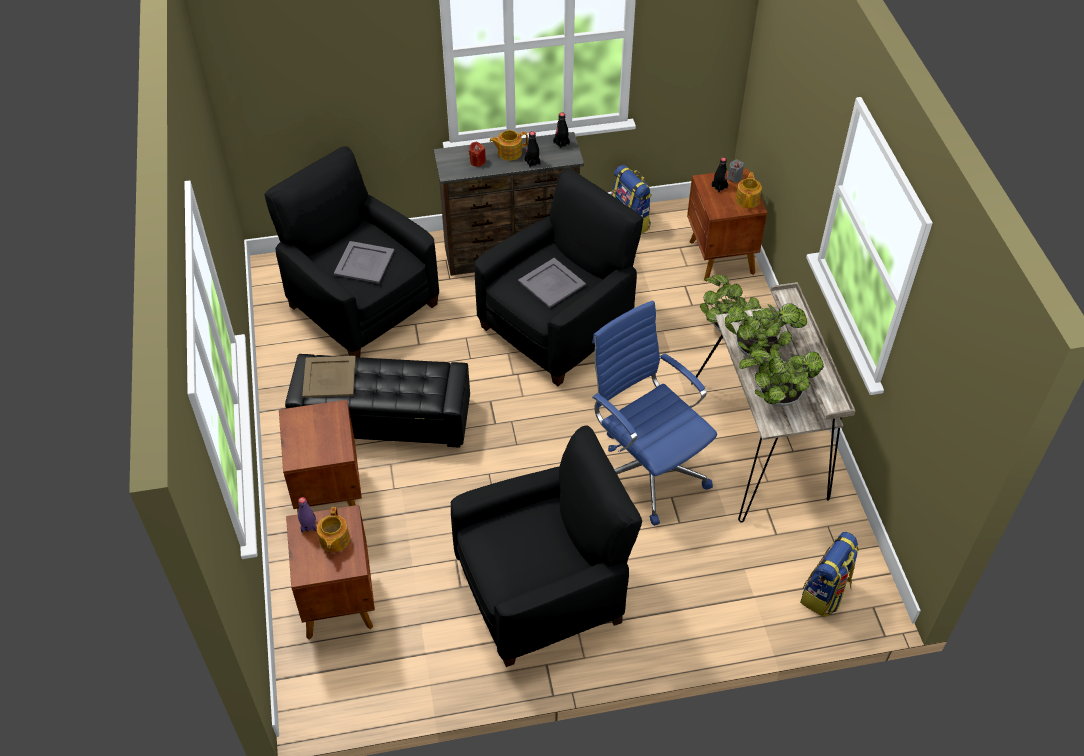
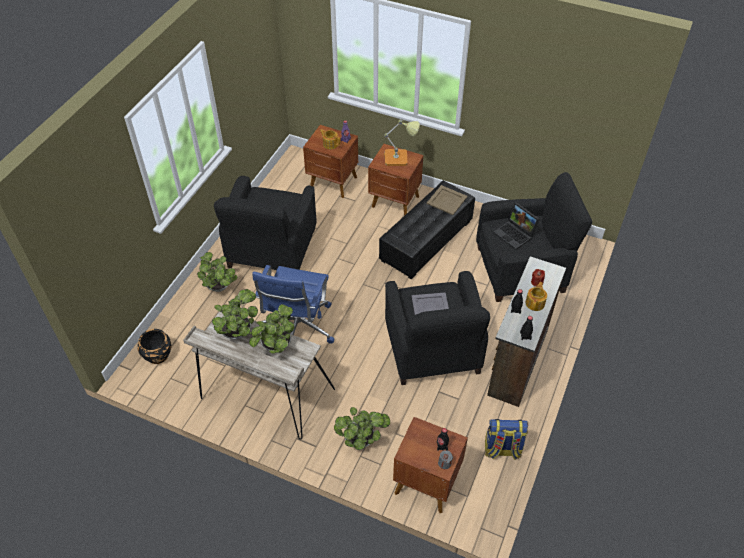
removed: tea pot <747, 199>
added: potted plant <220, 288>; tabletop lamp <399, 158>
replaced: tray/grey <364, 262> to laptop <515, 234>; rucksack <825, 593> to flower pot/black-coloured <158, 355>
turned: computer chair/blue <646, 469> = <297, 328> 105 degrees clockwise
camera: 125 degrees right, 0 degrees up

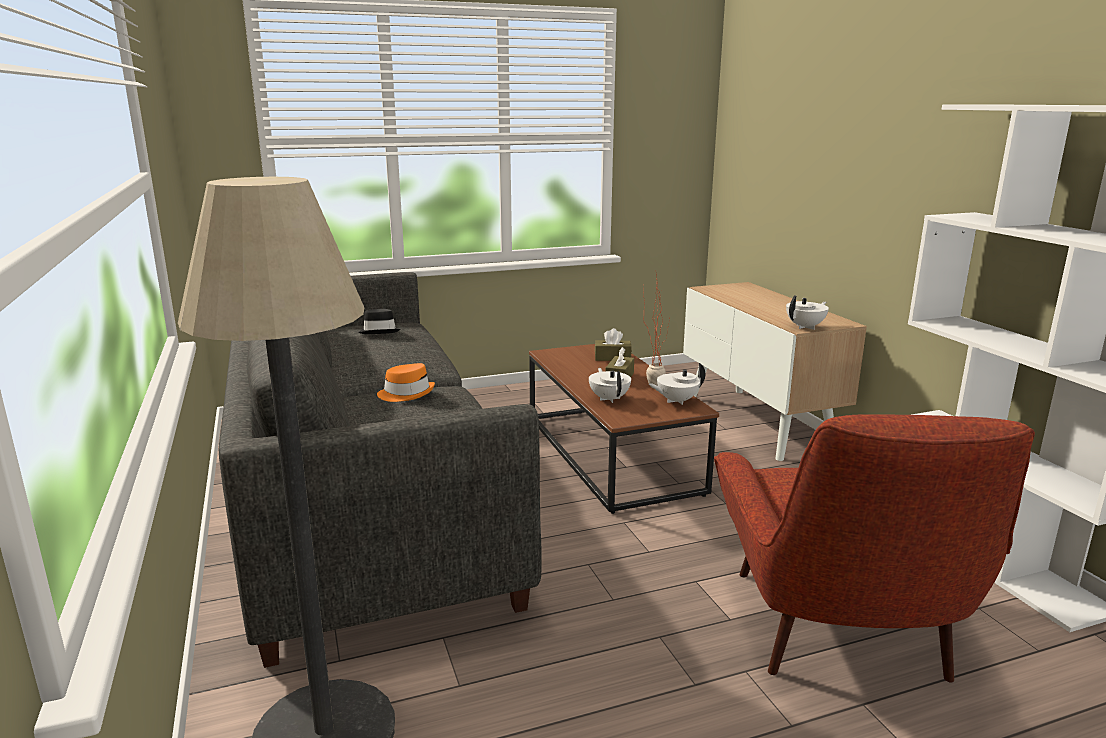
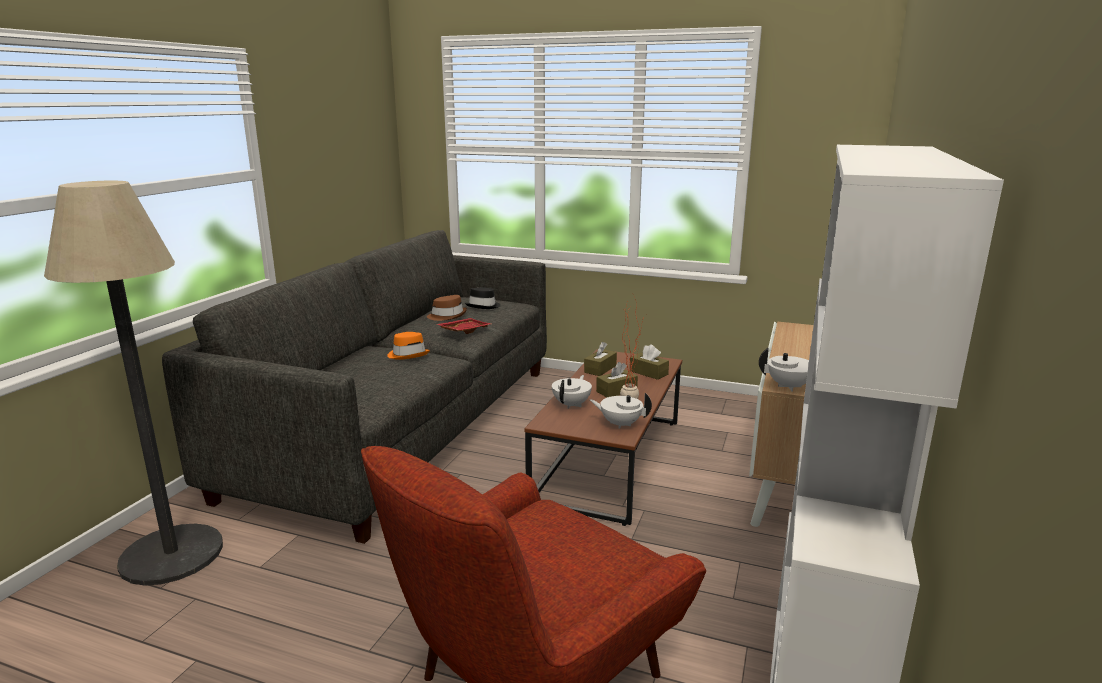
added: clothing hat/brown-coloured <447, 316>; tray/red-coloured <464, 331>; box of tissues/brown-coloured <600, 369>
camera: 40 degrees right, 0 degrees up

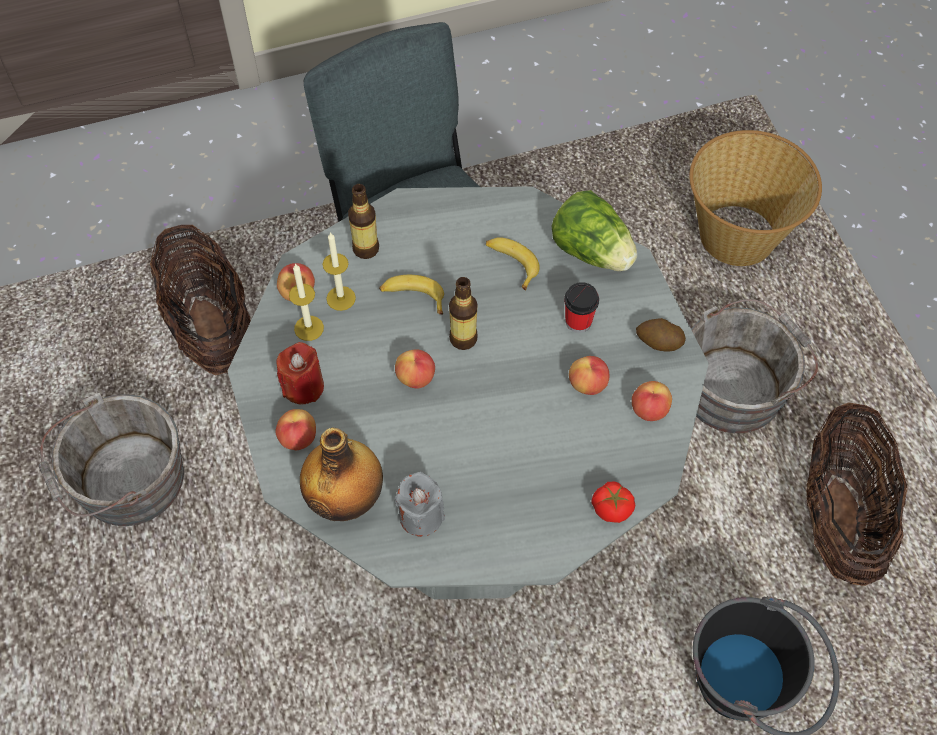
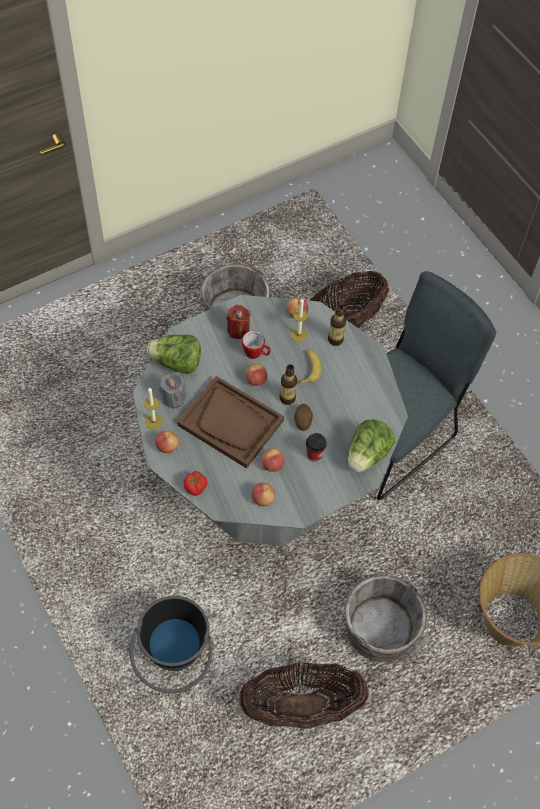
removed: banana fruit <511, 263>
added: tray/brown-coloured <231, 423>; mug <256, 353>
moved: apple fruit <298, 439> to <167, 447>; wax candle <309, 328> to <153, 421>; potato <658, 342> to <302, 421>
replaced: bottle <346, 499> to lettuce head <176, 363>
camera: 75 degrees right, 0 degrees up

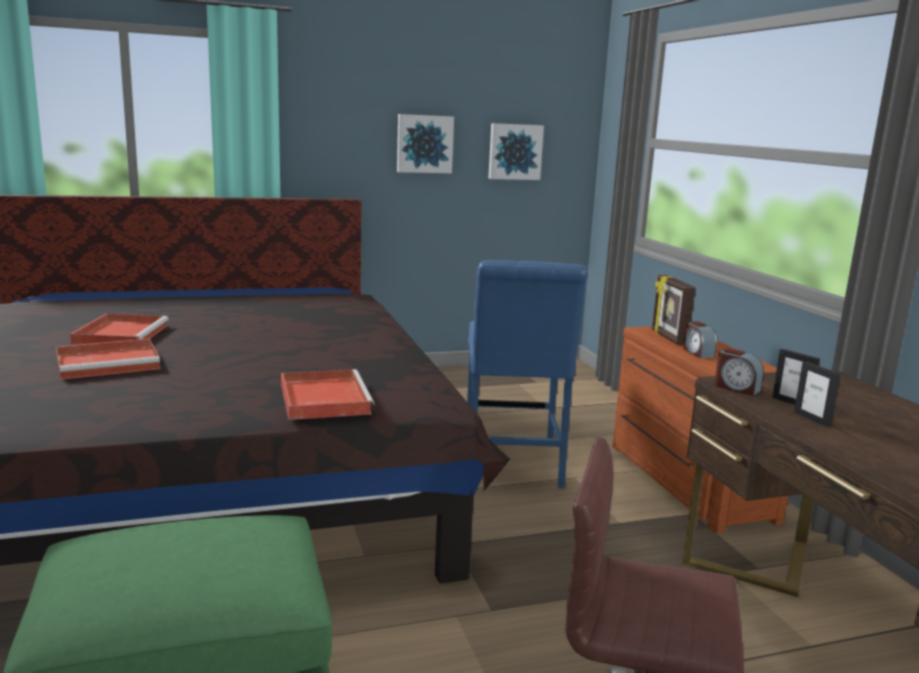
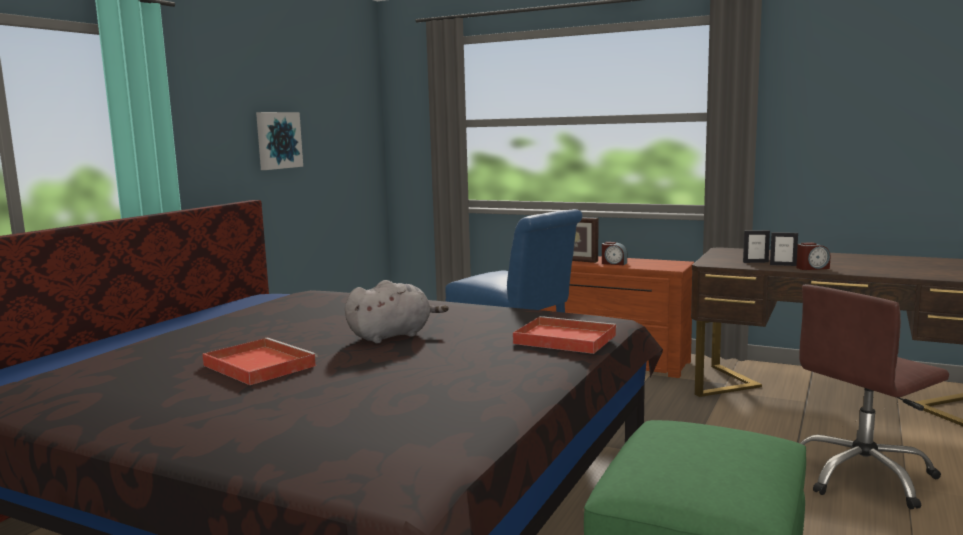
removed: tray/red-coloured <110, 363>; wall art <514, 151>
added: cuddly toy/grey <393, 335>
moved: alarm clock <736, 388> to <812, 268>
camera: 45 degrees left, 5 degrees down

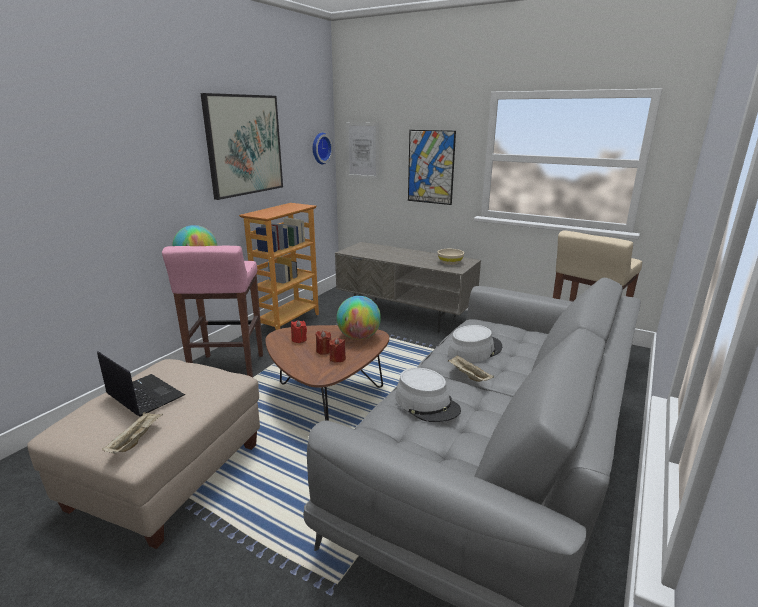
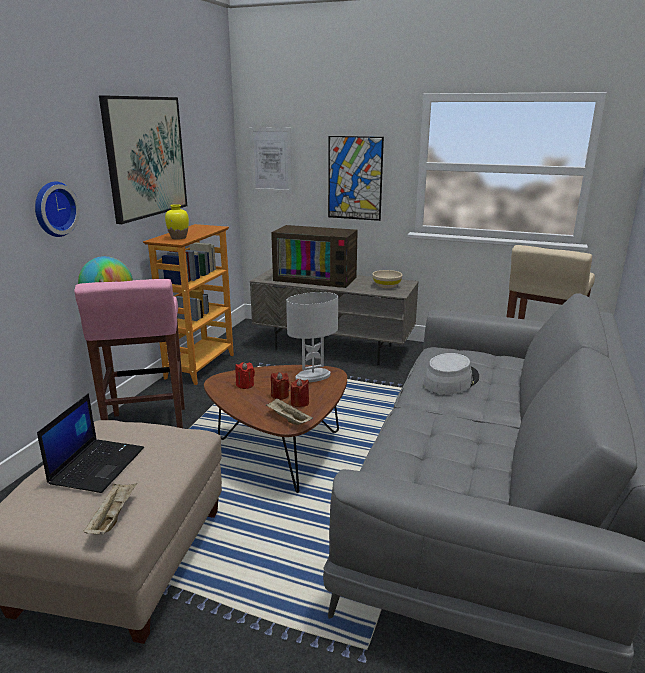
removed: clothing hat/grey <427, 403>
added: decorative vase/yellow-coloured <178, 238>; television <316, 278>
moved: hanging clock <320, 148> to <53, 209>; tray/sand-coloured <468, 376> to <288, 419>
replaced: desk globe <359, 337> to tabletop lamp/whitish <313, 377>
turned: laptop <144, 395> = <97, 465> 75 degrees clockwise
camera: 10 degrees left, 0 degrees up

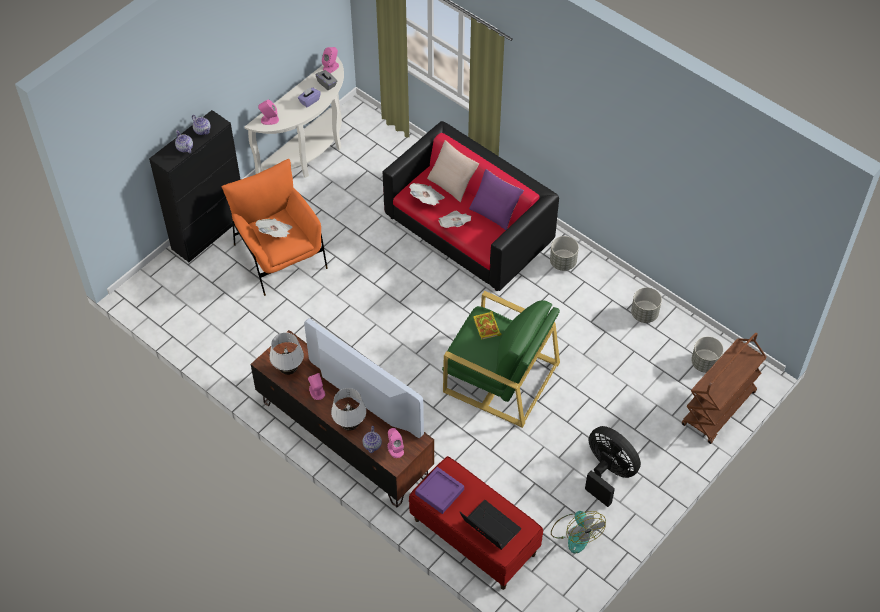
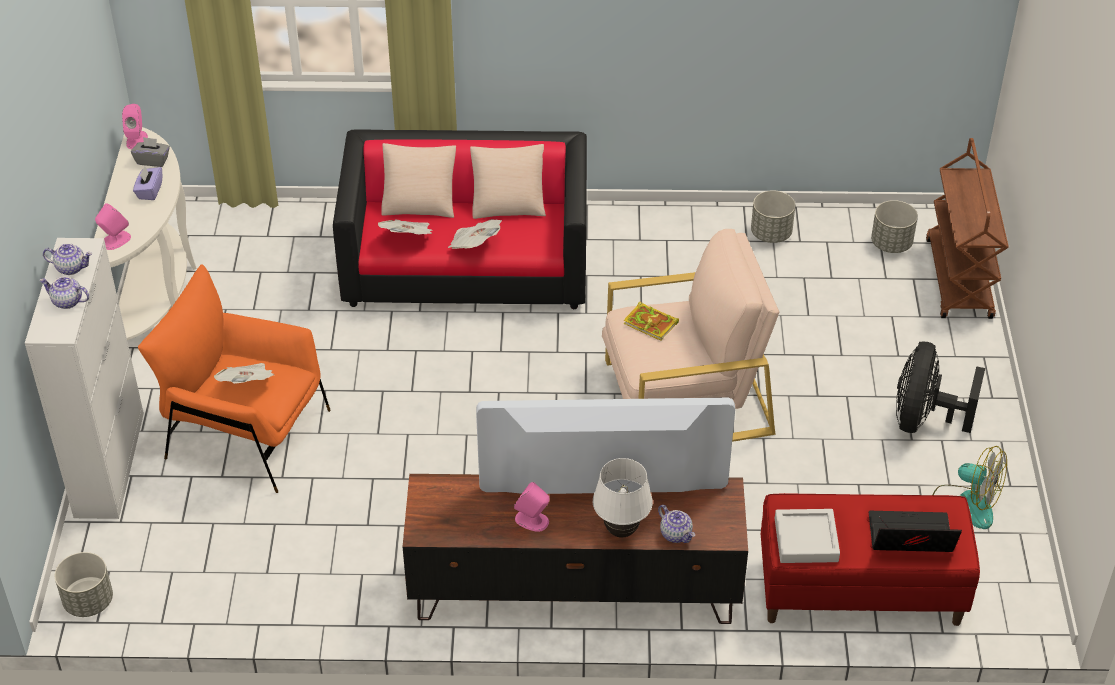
removed: tabletop lamp/whitish <289, 370>; audio speaker/pink-coloured <395, 448>
moved: flower pot/grey <563, 262> to <89, 601>
recoloured: cupboard/black-coloured <209, 231> to cupboard/whitish <110, 463>; tray/purple <439, 492> to tray/grey <806, 540>; armchair/greenish <500, 376> to armchair/sand-coloured <686, 396>; cushion/purple <495, 211> to cushion/sand-coloured <508, 204>
turned: fan/black-coloured <608, 473> = <924, 419> 75 degrees counterclockwise
camera: 40 degrees left, 10 degrees down

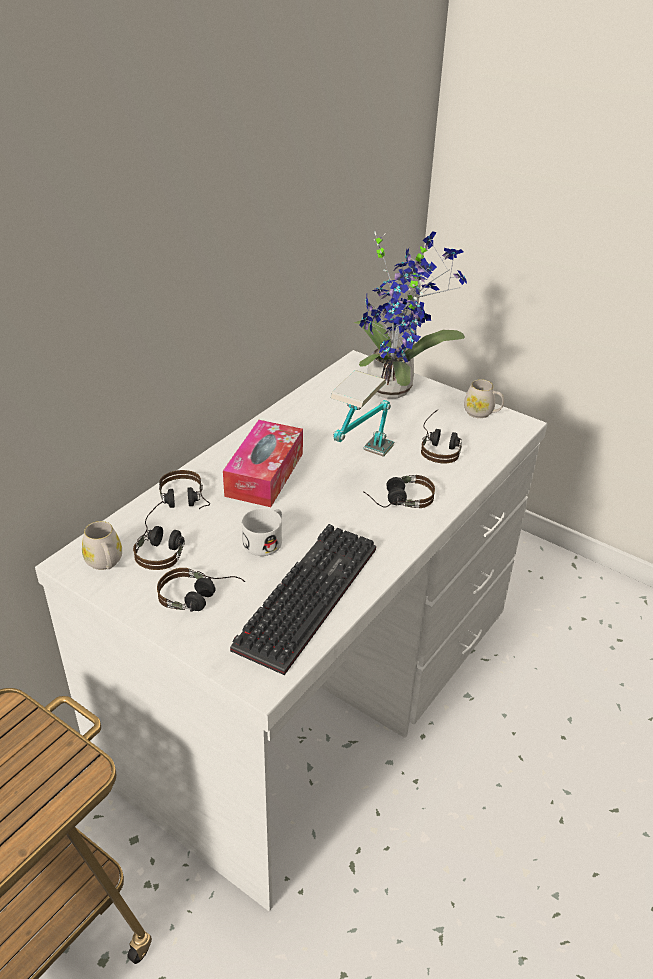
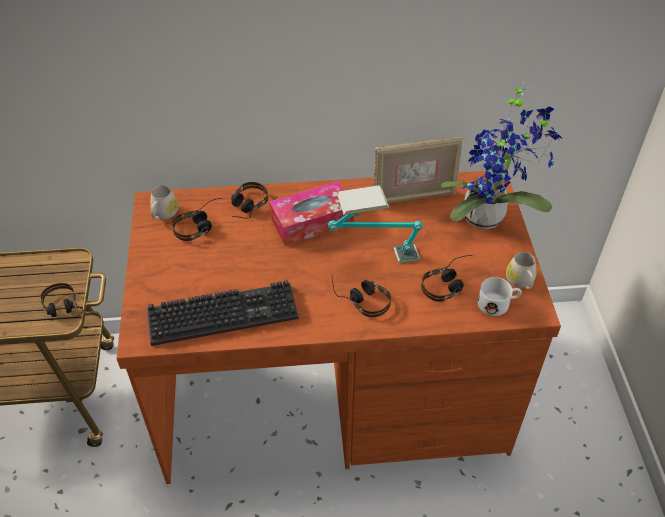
added: standing frame <413, 197>
moved: headset <201, 599> to <64, 310>; mug/whitish <266, 540> to <498, 304>
recoloured: desk table/whitish <317, 689> to desk table/brown-coloured <333, 394>
camera: 50 degrees right, 10 degrees up

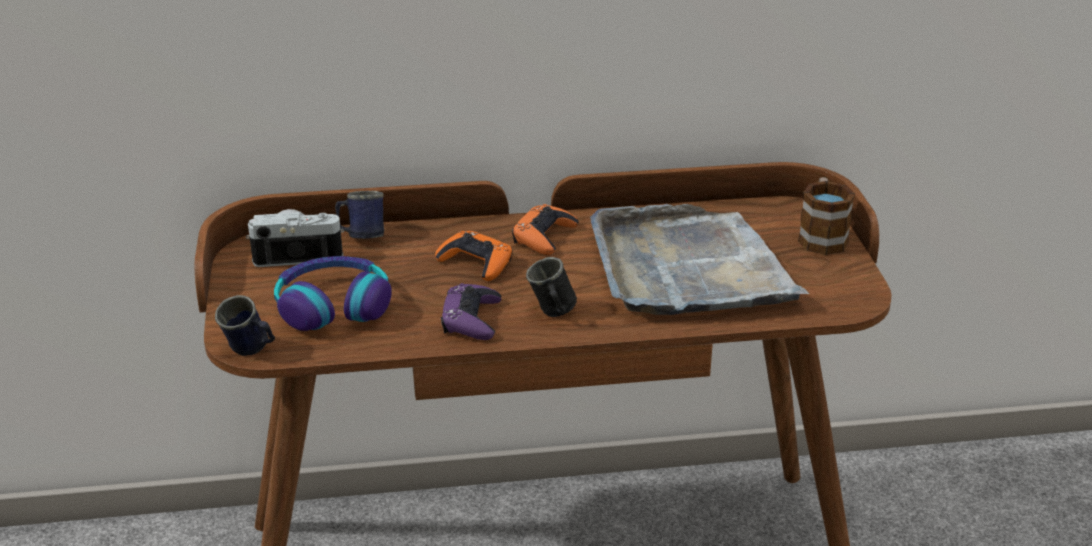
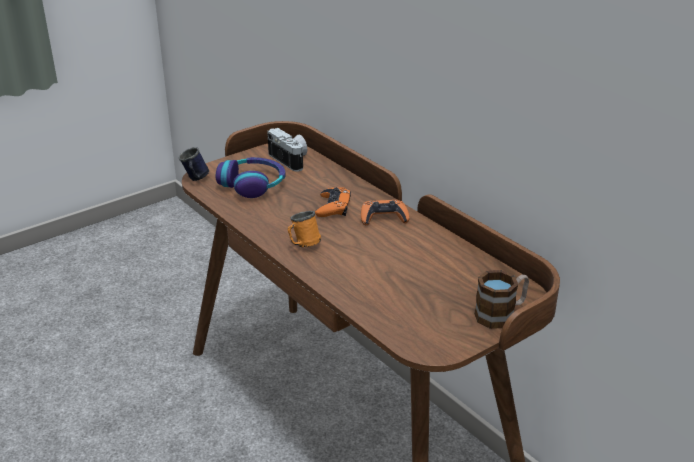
removed: mug/blue <361, 236>; gamepad/purple <471, 319>; tray/grey <688, 268>
recoloured: mug/black-coloured <553, 314> to mug/orange-coloured <303, 245>
camera: 60 degrees right, 0 degrees up

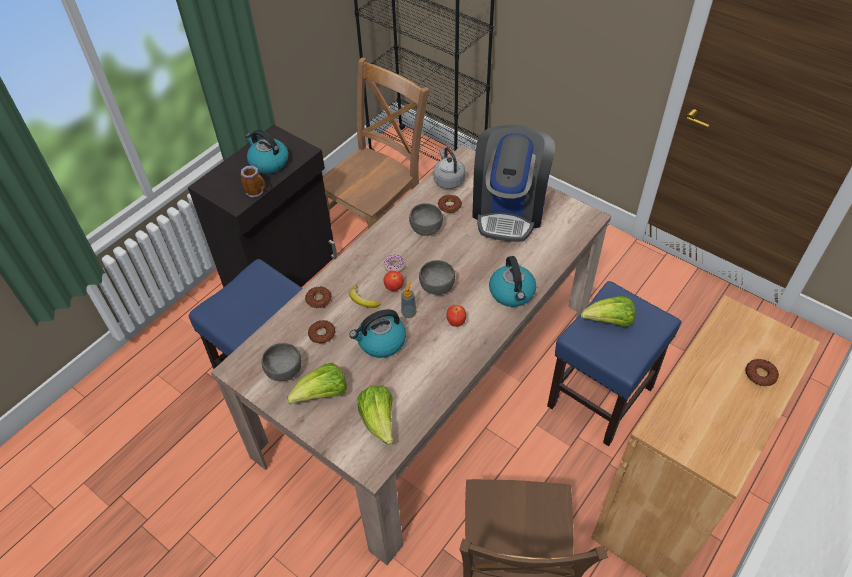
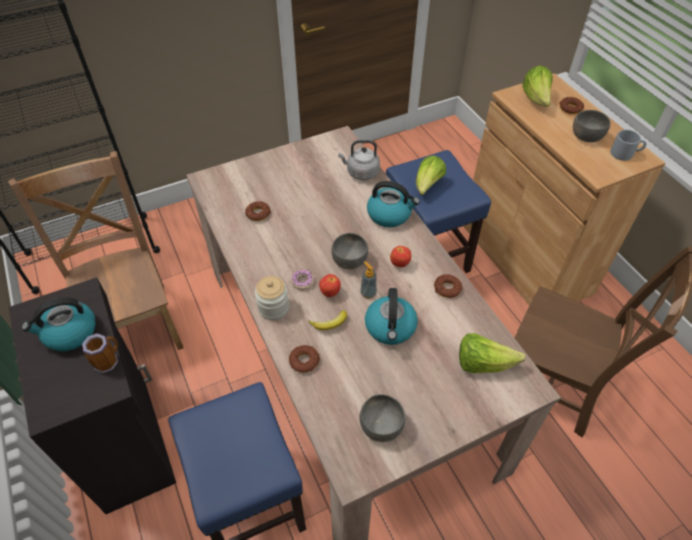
removed: coffee brewer <509, 209>
added: jar <273, 308>; mug/grey <625, 153>
moved: lettuce head <322, 395> to <536, 99>; doughnut <322, 334> to <447, 288>; serving bowl/grey <426, 228> to <586, 136>; tea kettle/grey <448, 180> to <361, 173>
camera: 65 degrees left, 0 degrees up

